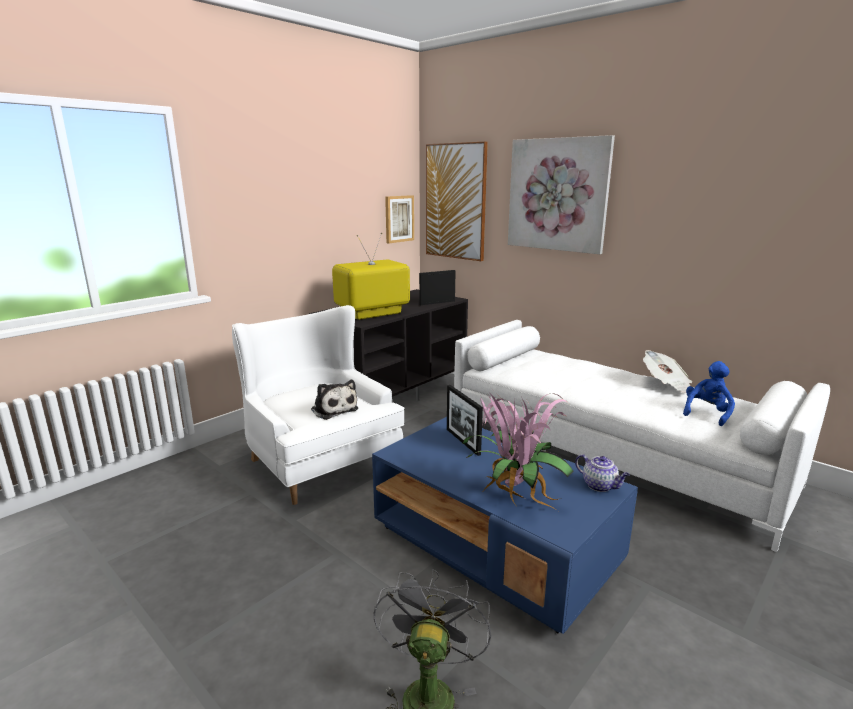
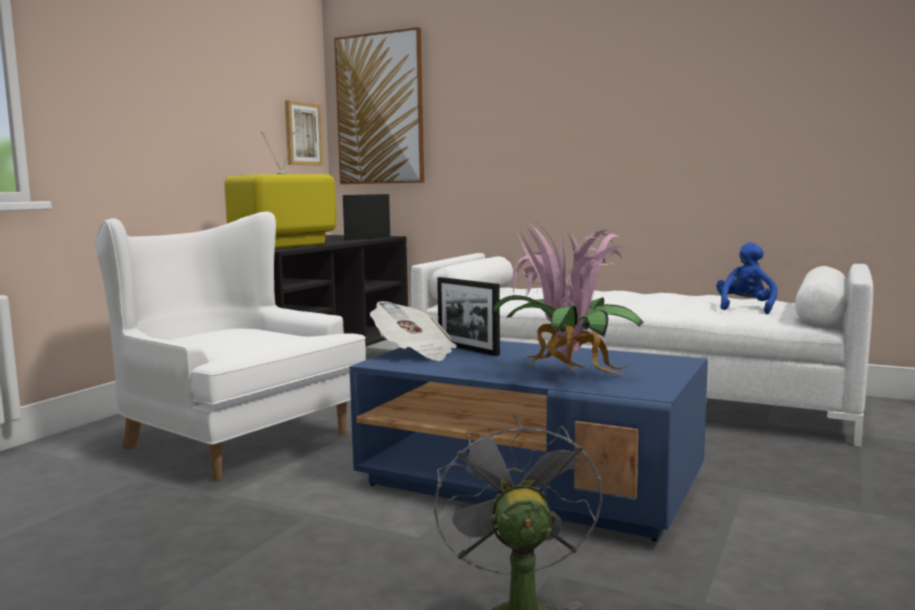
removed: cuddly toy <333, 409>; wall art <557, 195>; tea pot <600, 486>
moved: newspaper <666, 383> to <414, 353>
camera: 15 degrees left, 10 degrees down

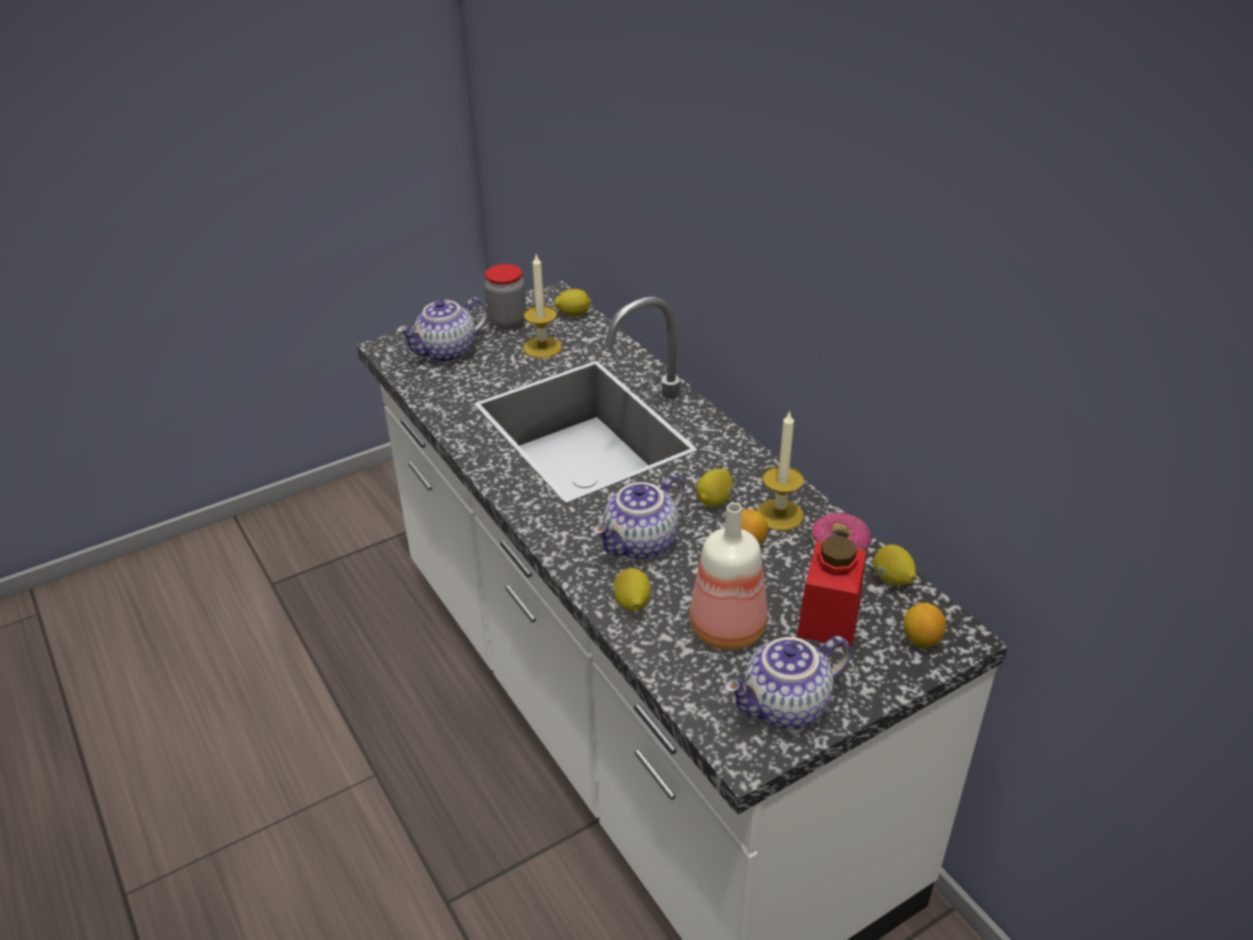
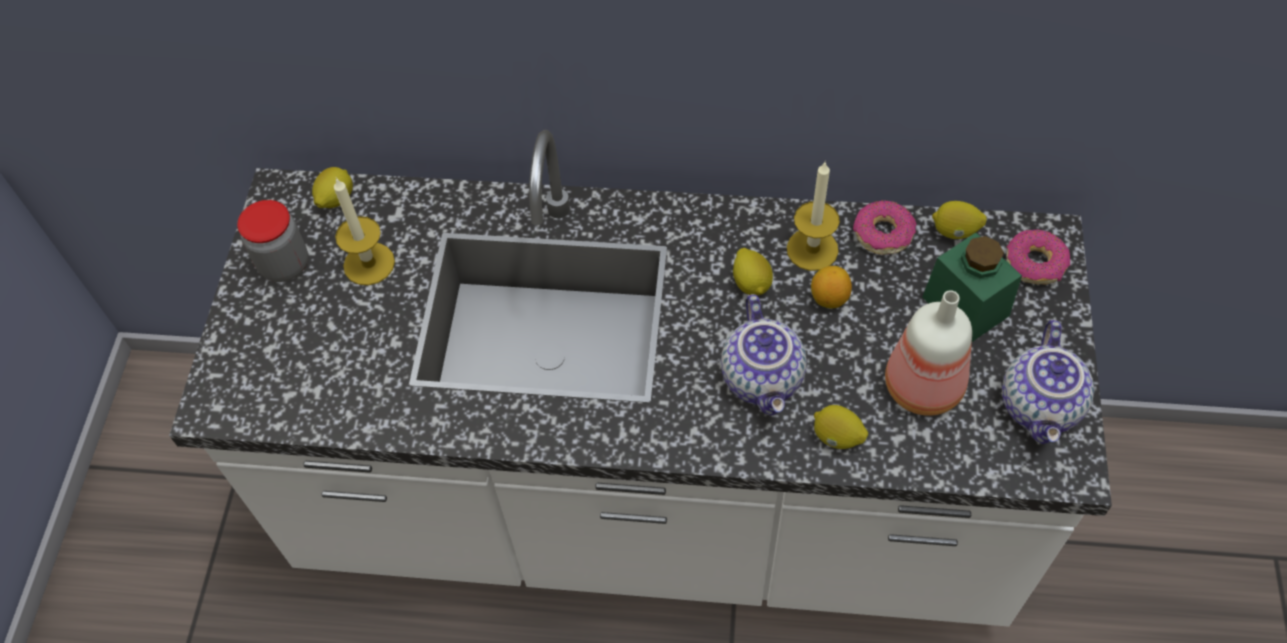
removed: tea pot <447, 352>
replaced: lemon <921, 640> to doughnut <1035, 264>
recoloured: jar/red-coloured <829, 618> to jar/greenish <965, 306>
camera: 50 degrees left, 20 degrees up

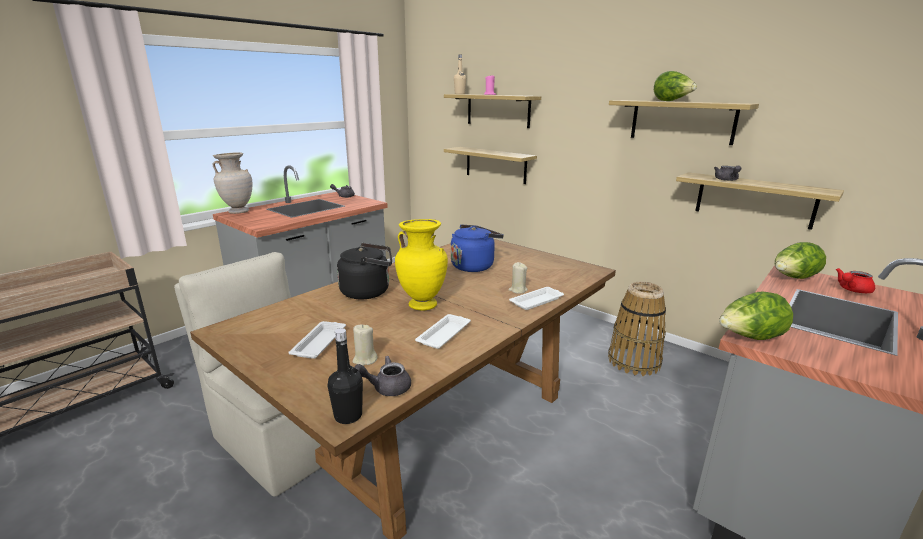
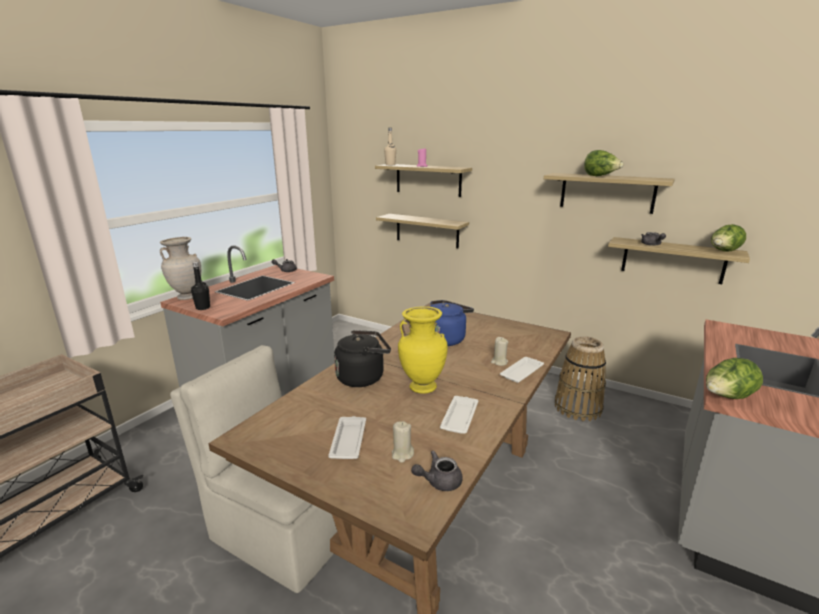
removed: tea pot/red-coloured <851, 290>
moved: bottle/black-coloured <348, 416> to <203, 308>; lettuce head <793, 278> to <724, 252>
camera: 10 degrees left, 0 degrees up

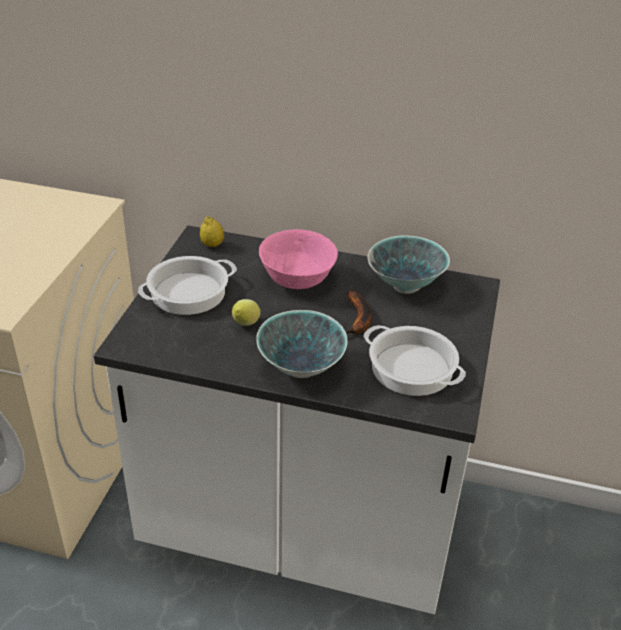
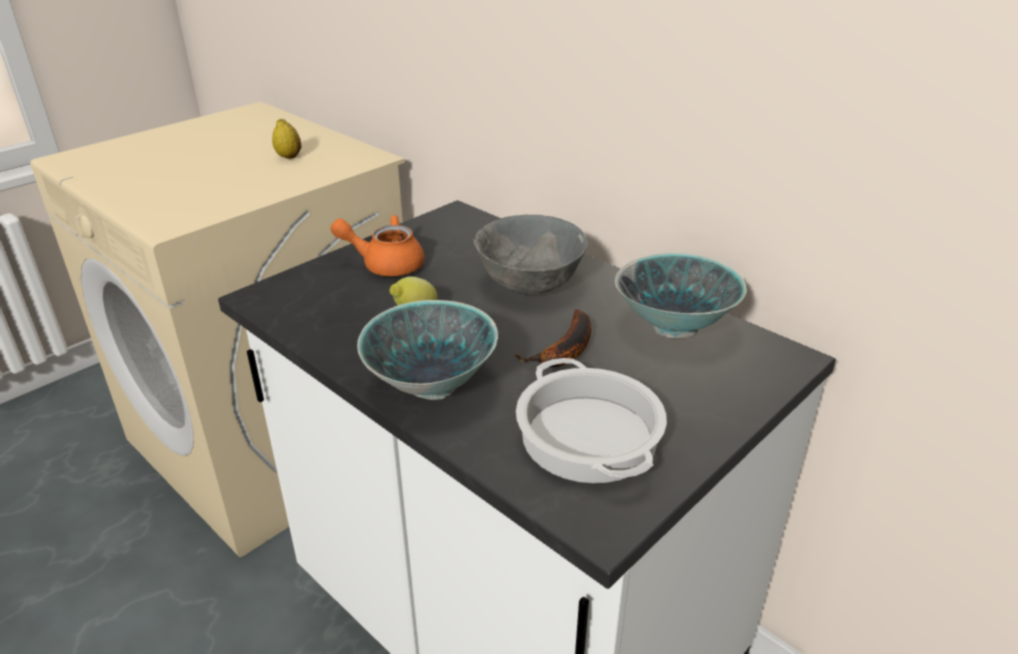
moved: lemon <212, 245> to <289, 157>
replaced: cooking pot <188, 293> to tea pot/orange-coloured <385, 264>
recoloured: serving bowl/pink-coloured <298, 279> to serving bowl/grey <531, 283>
camera: 30 degrees right, 5 degrees down

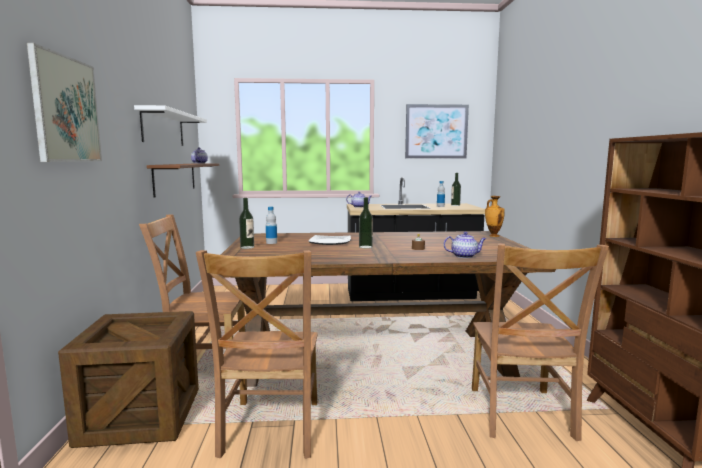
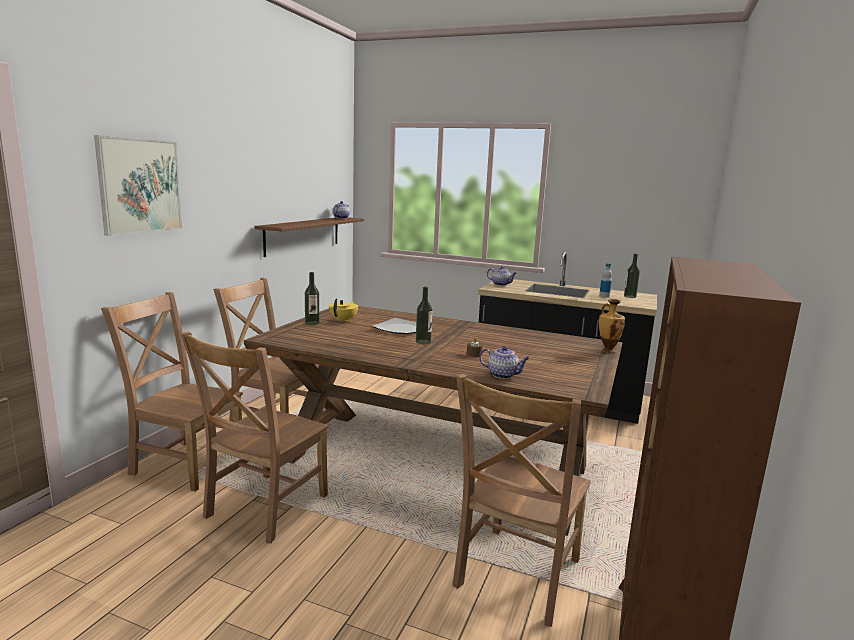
removed: shelf/whitish <163, 128>; wall art <436, 131>
replaced: packing crate <141, 416> to chair/brown-coloured <185, 464>; bottle <271, 242> to tea pot/yellow-coloured <344, 320>
camera: 25 degrees right, 5 degrees up

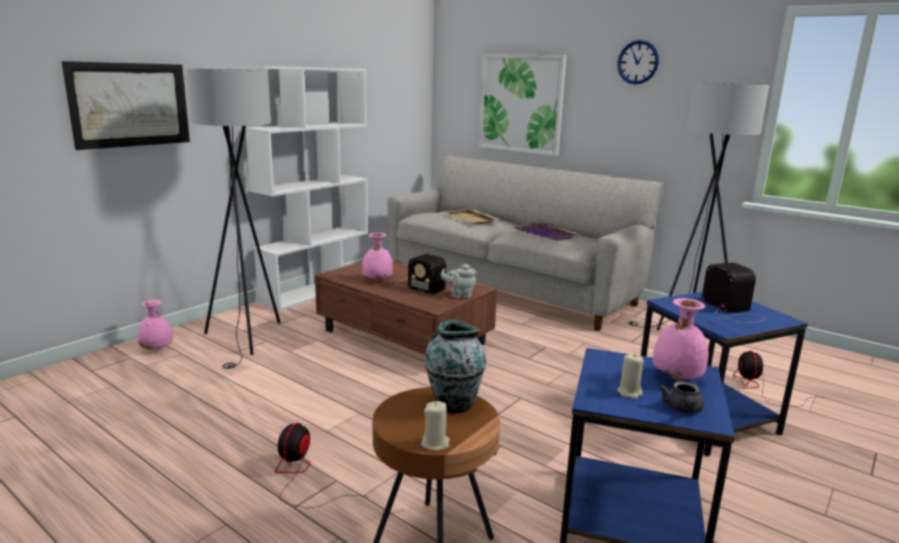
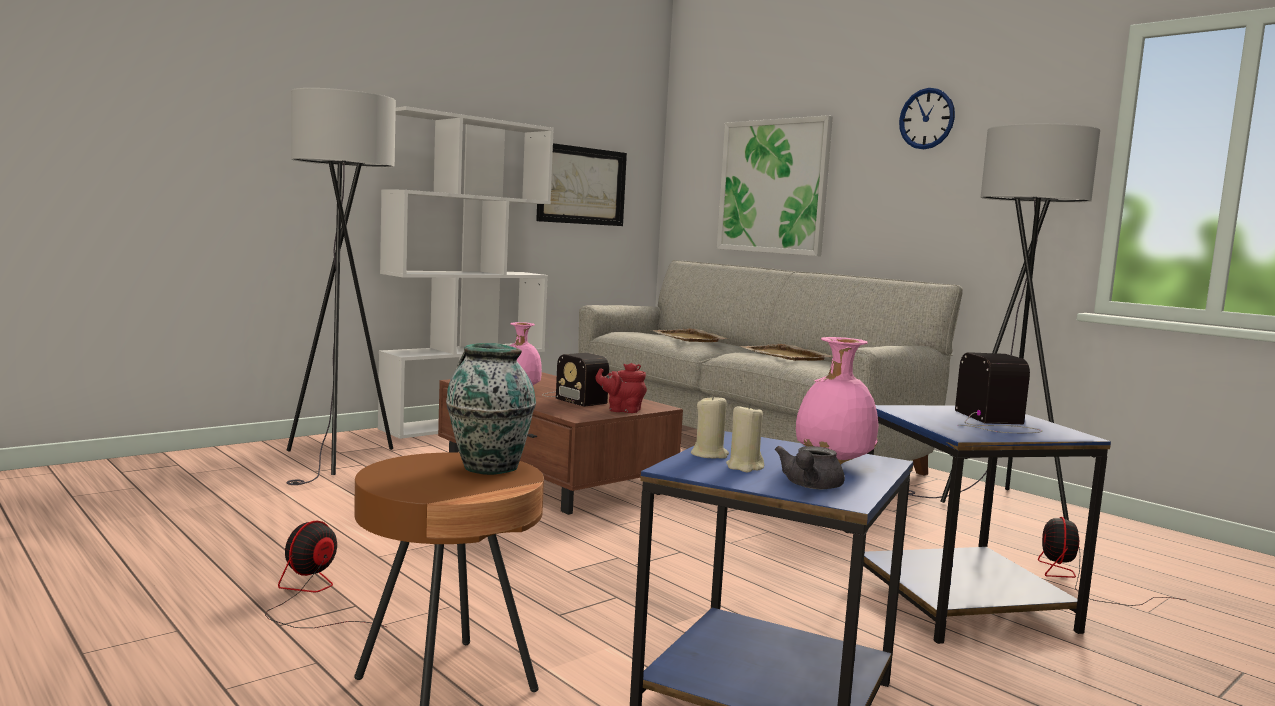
removed: decorative vase/pink-coloured <157, 349>
moved: wall art <130, 105> to <581, 185>; wax candle/sand-coloured <435, 443> to <709, 455>
recoloured: tea pot/grey <459, 295> to tea pot/red-coloured <622, 410>; tray/purple <547, 234> to tray/sand-coloured <786, 356>
camera: 10 degrees right, 10 degrees down

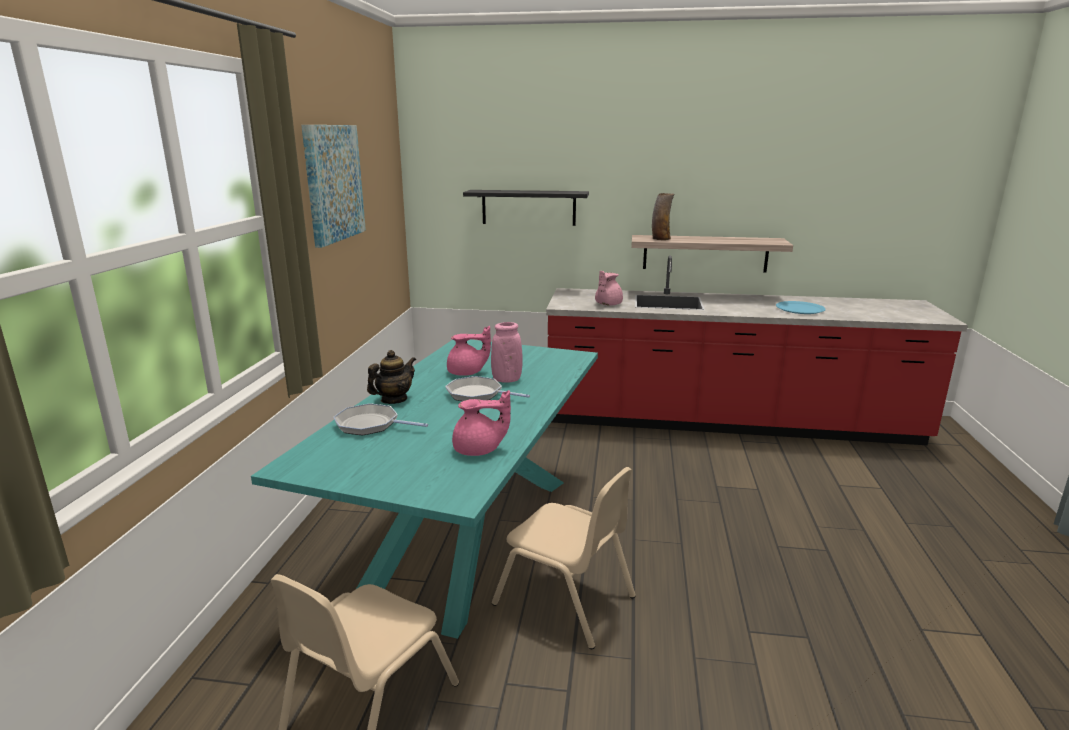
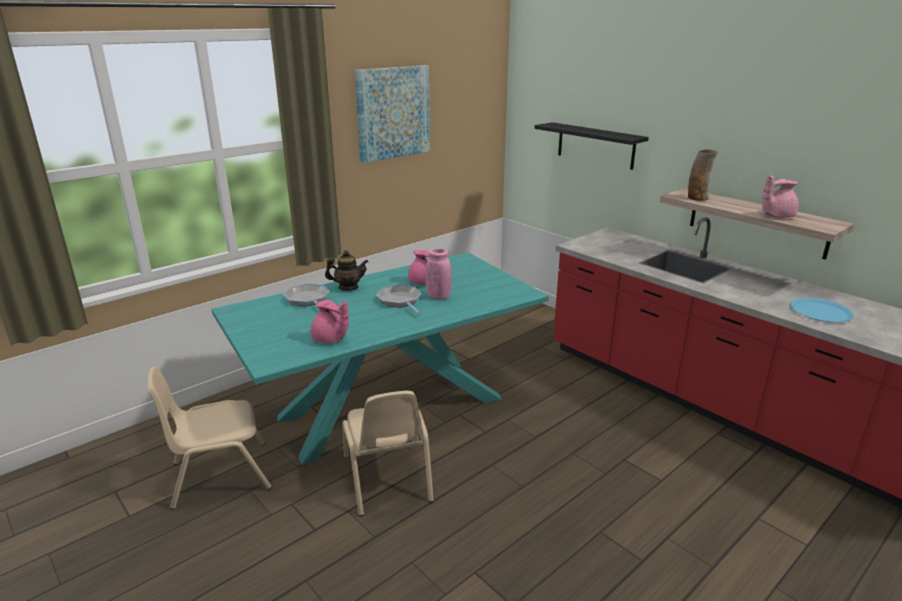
moved: tea pot/pink-coloured <607, 304> to <776, 216>
camera: 40 degrees right, 5 degrees up

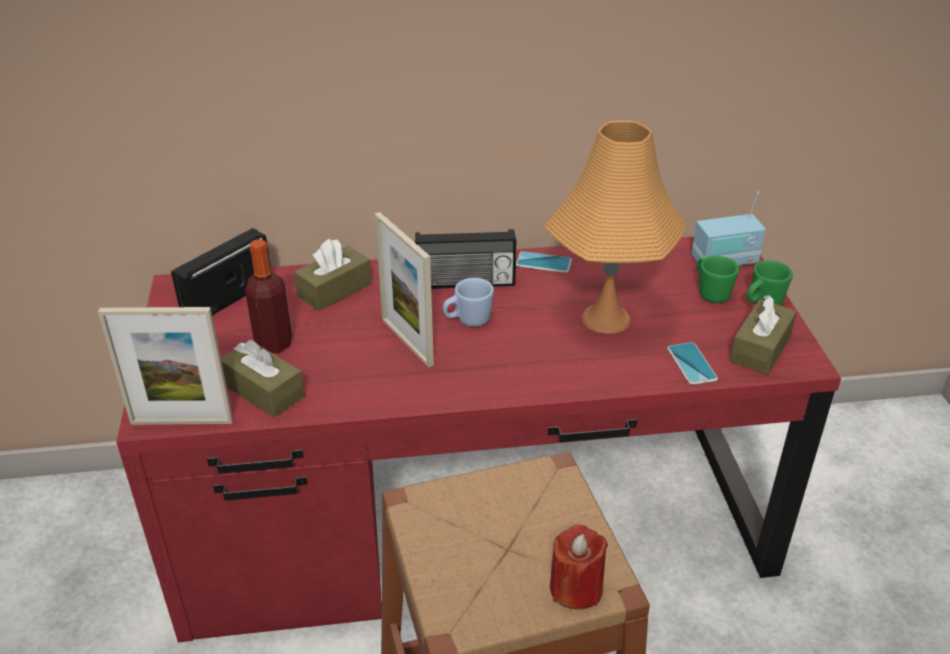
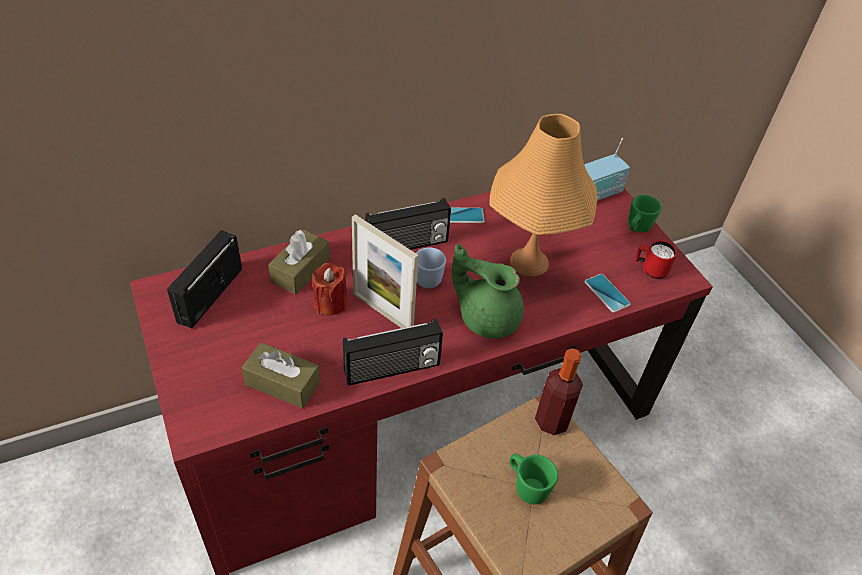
removed: standing frame <182, 422>
added: radio set <392, 370>; tea pot/greenish <487, 317>
moved: bottle <274, 343> to <552, 421>; wax candle/red-coloured <576, 588> to <330, 303>; mug/greenish <710, 293> to <526, 486>
replaced: box of tissues/brown-coloured <760, 348> to mug/red-coloured <650, 270>
camera: 20 degrees left, 10 degrees up

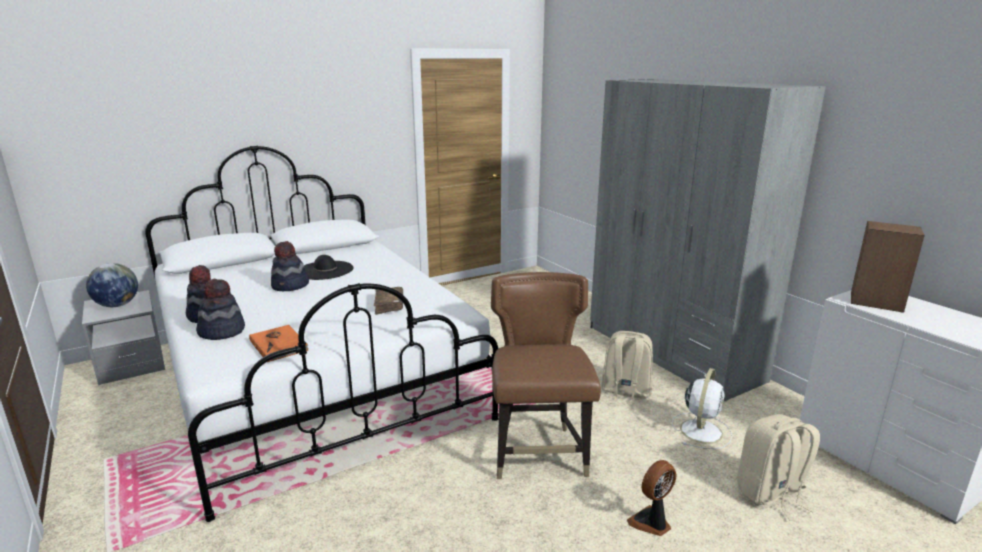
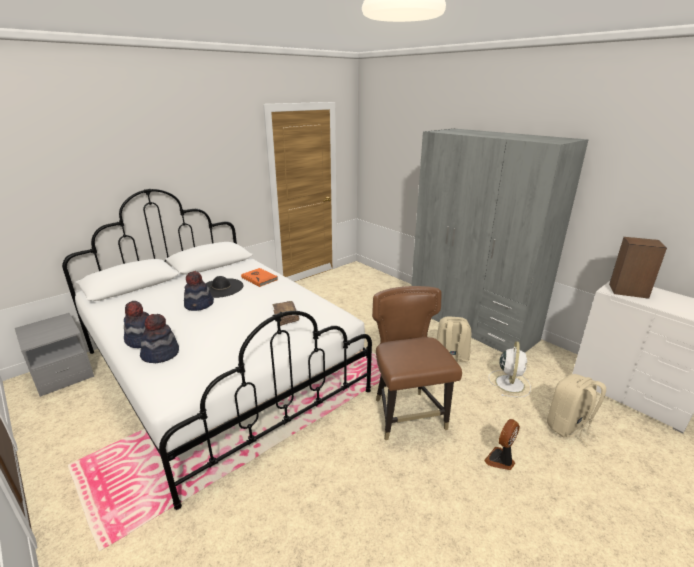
removed: desk globe <117, 305>
moved: bound book/orange-coloured <279, 345> to <260, 278>
camera: 10 degrees left, 5 degrees up

